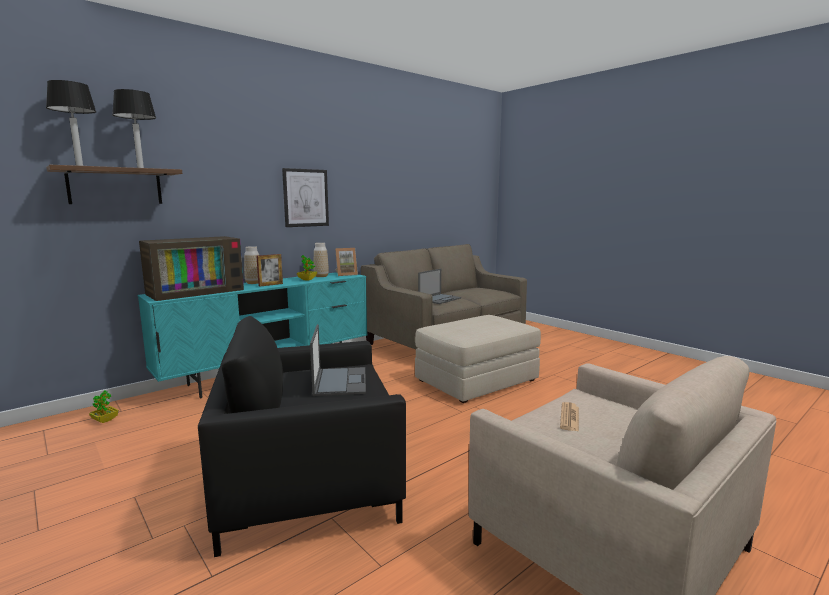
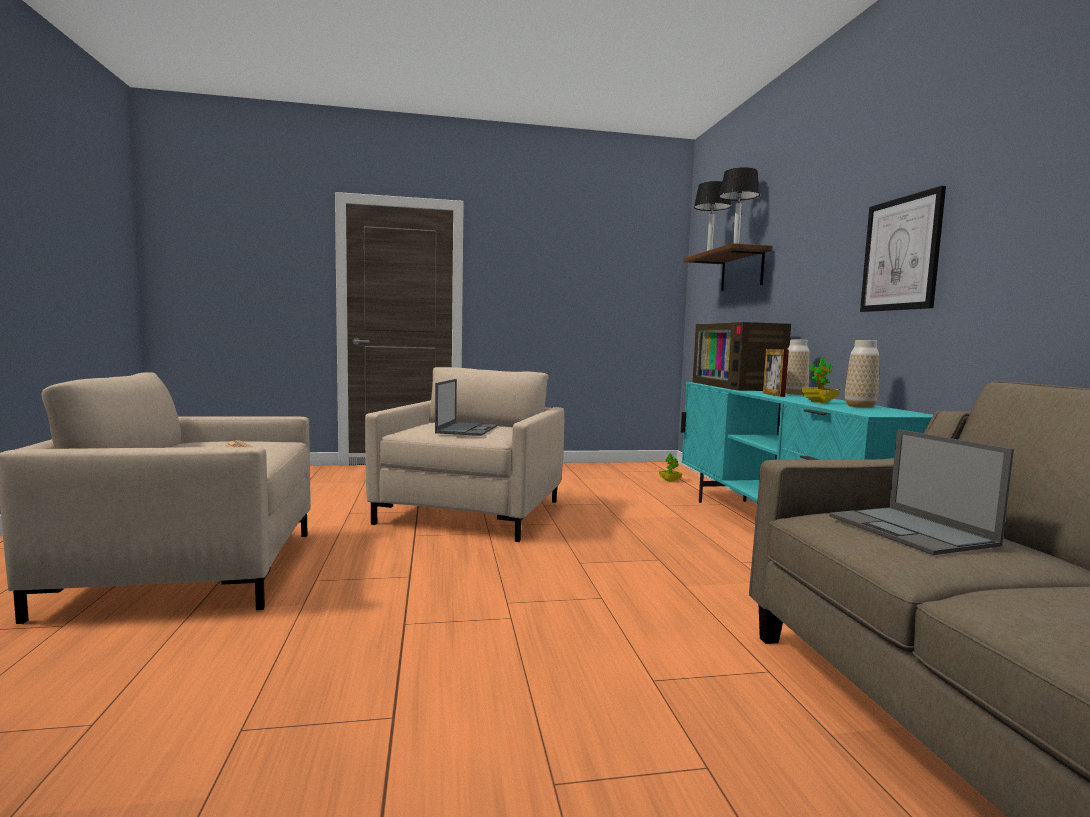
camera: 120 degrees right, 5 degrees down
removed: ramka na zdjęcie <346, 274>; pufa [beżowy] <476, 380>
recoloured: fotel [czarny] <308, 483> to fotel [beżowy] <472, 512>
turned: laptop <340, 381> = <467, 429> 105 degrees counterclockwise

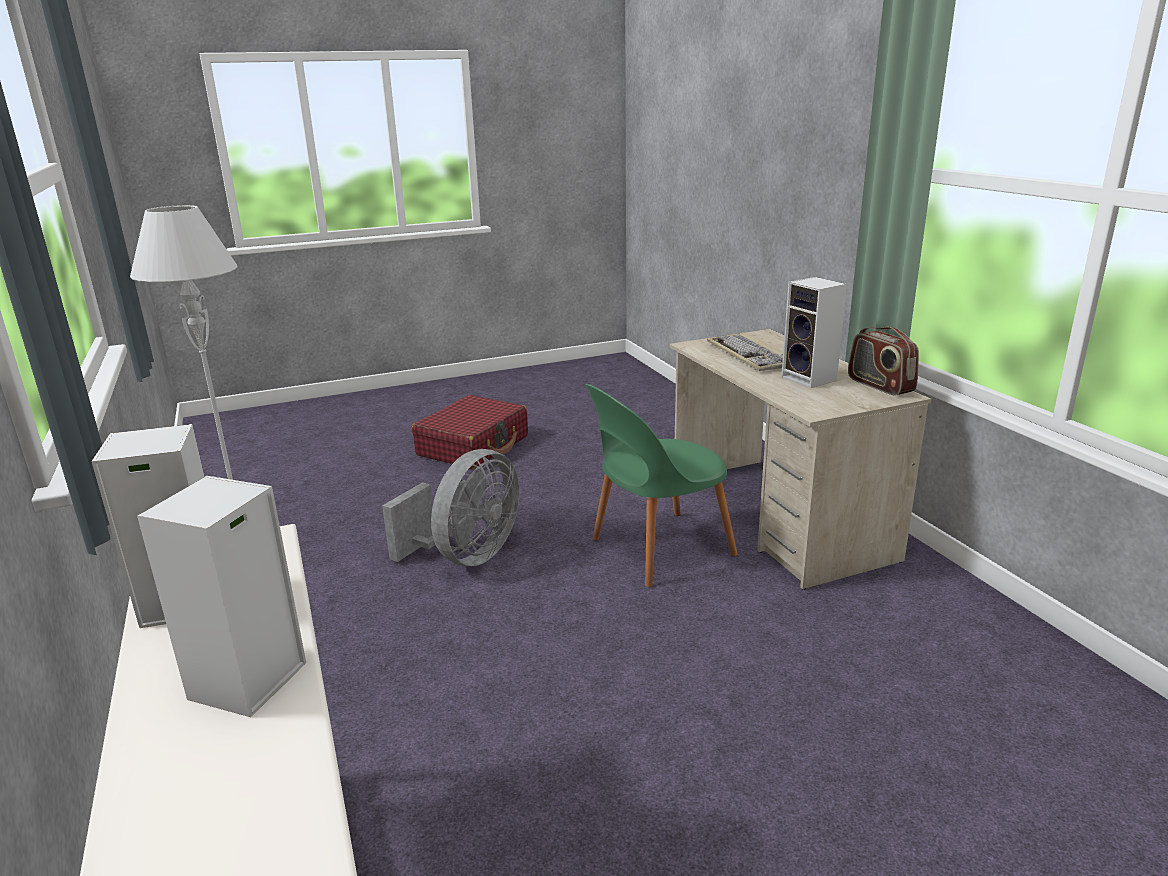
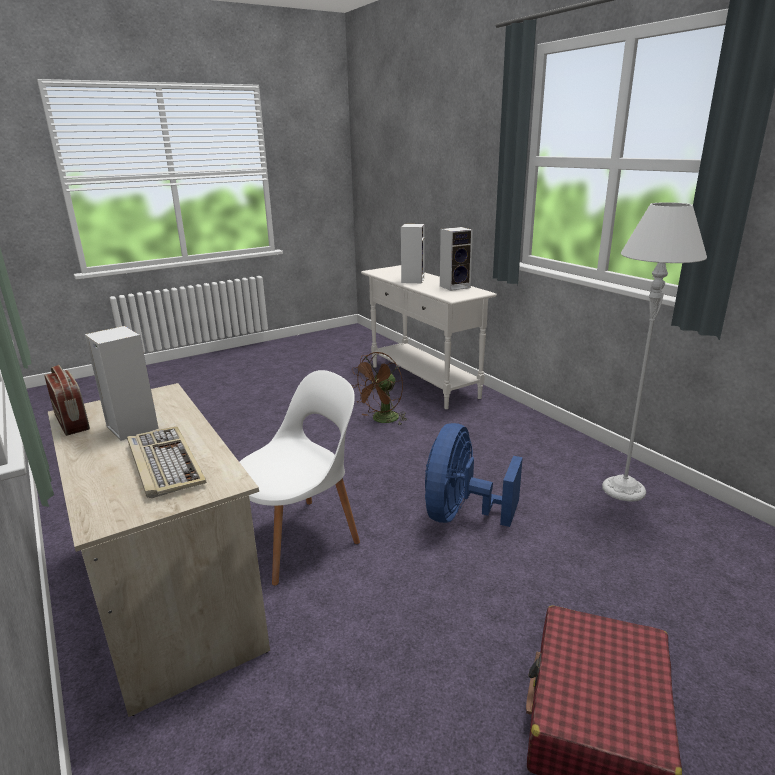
camera: 170 degrees right, 0 degrees up
added: wentylator [brązowy] <382, 420>
recoloured: krzesło [zielony] <657, 549> to krzesło [biały] <300, 537>; wentylator [szary] <467, 556> to wentylator [niebieski] <461, 514>

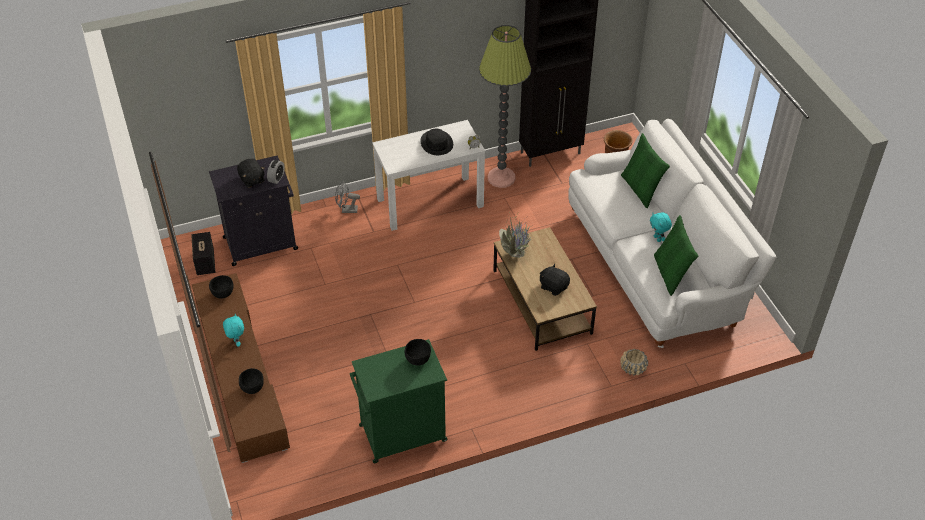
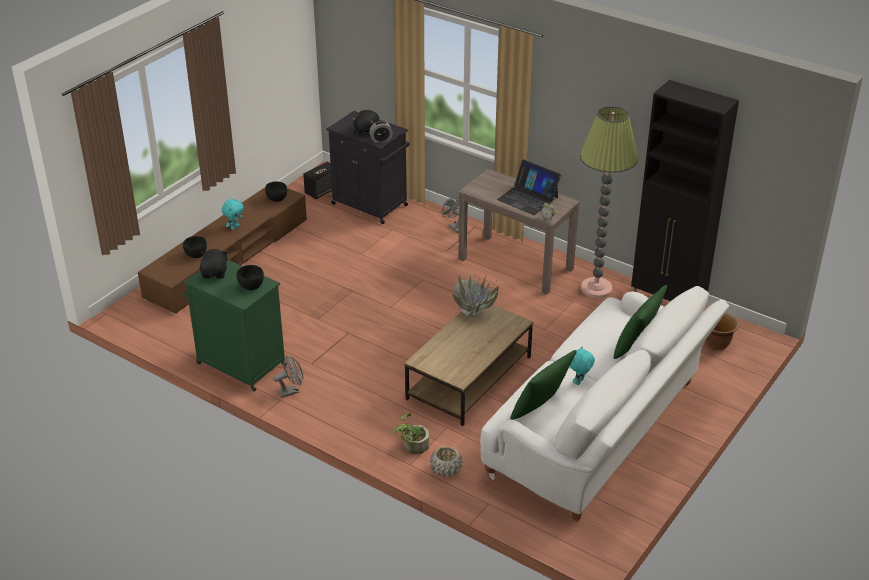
camera: 55 degrees right, 10 degrees down
added: wentylator [szary] <291, 391>; roślina doniczkowa <412, 445>
moved: pluszak [czarny] <553, 286> to <215, 273>
replaced: kapelusz [czarny] <437, 143> to laptop <528, 198>
recoloured: stolik konsolowy [biały] <430, 202> to stolik konsolowy [brązowy] <516, 264>

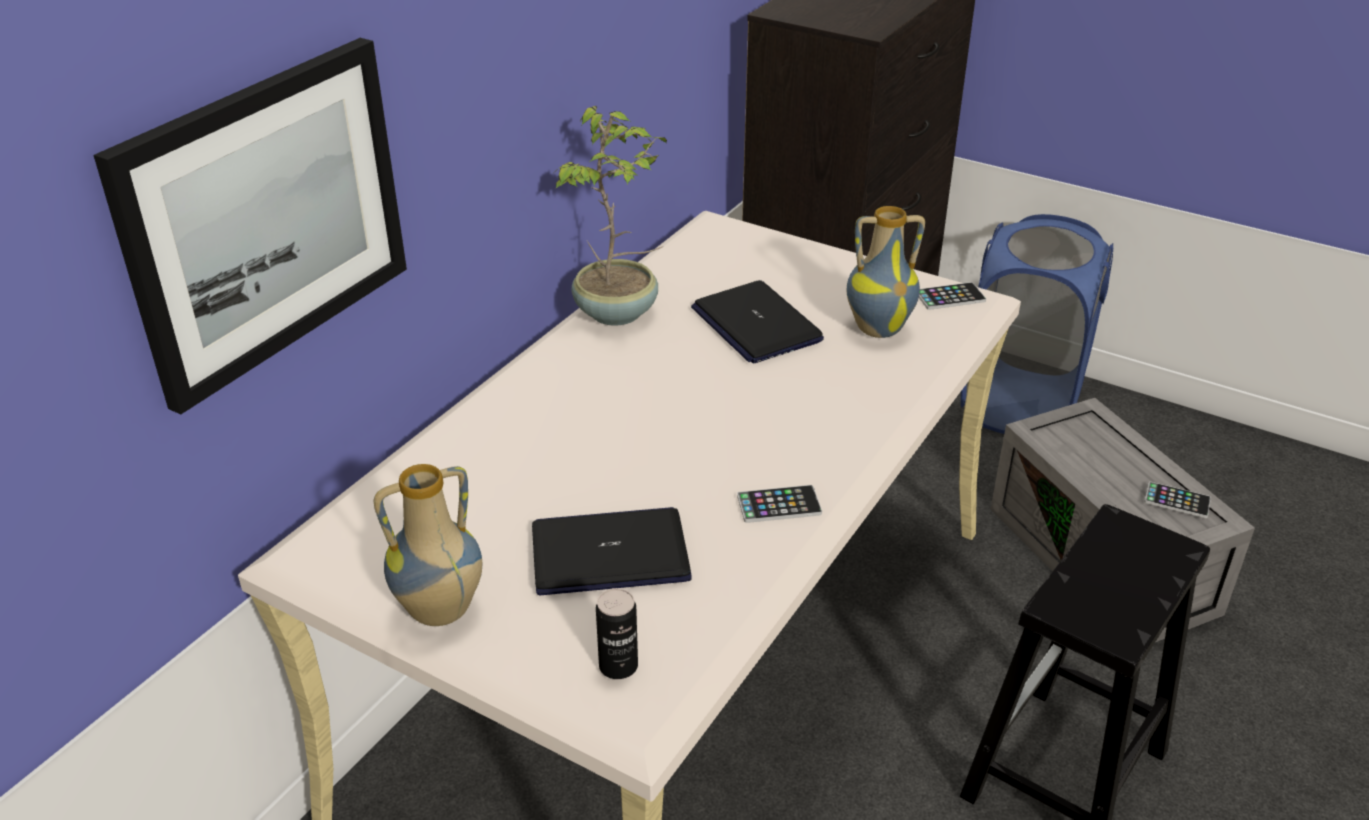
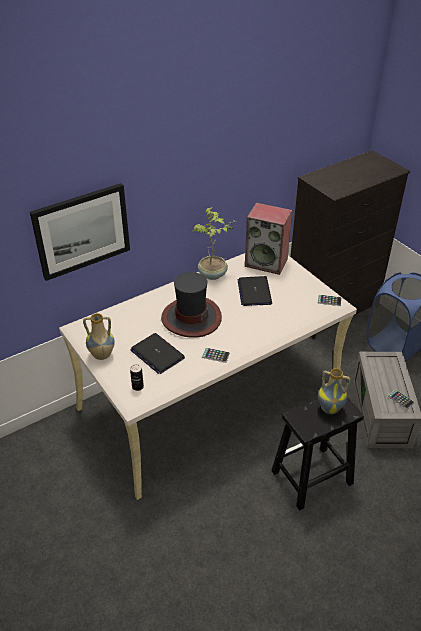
camera: 25 degrees right, 5 degrees up
added: głośnik <267, 262>; kapelusz <191, 318>
moved: wazon <878, 328> to <330, 408>
turned: laptop <610, 553> = <157, 354> 150 degrees counterclockwise

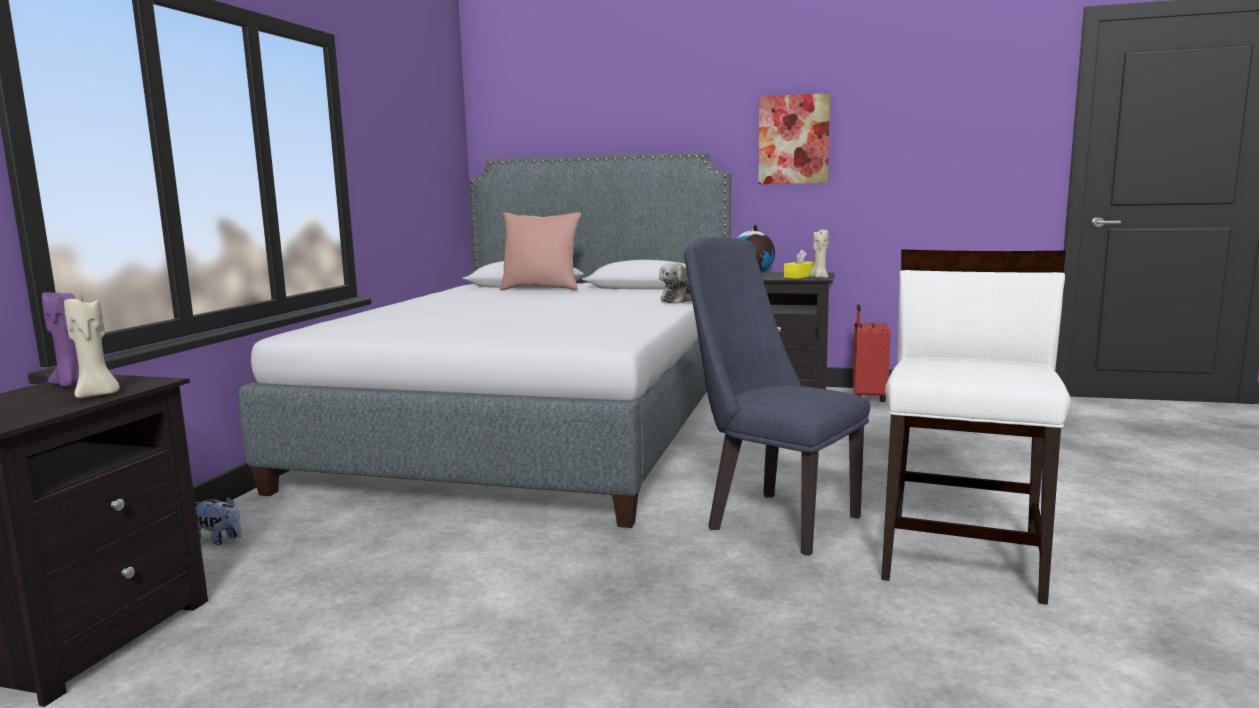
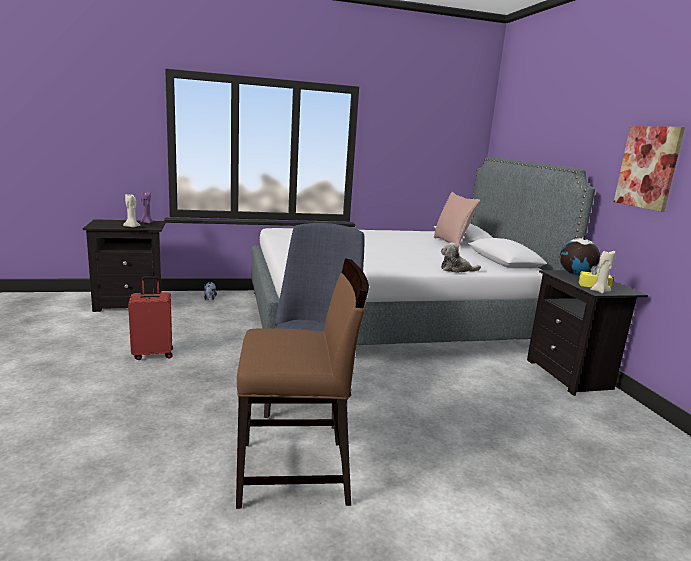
camera: 60 degrees right, 5 degrees up
moved: walizka [czerwony] <867, 397> to <153, 354>
recoloured: krzesło [biały] <964, 557> to krzesło [brązowy] <295, 472>

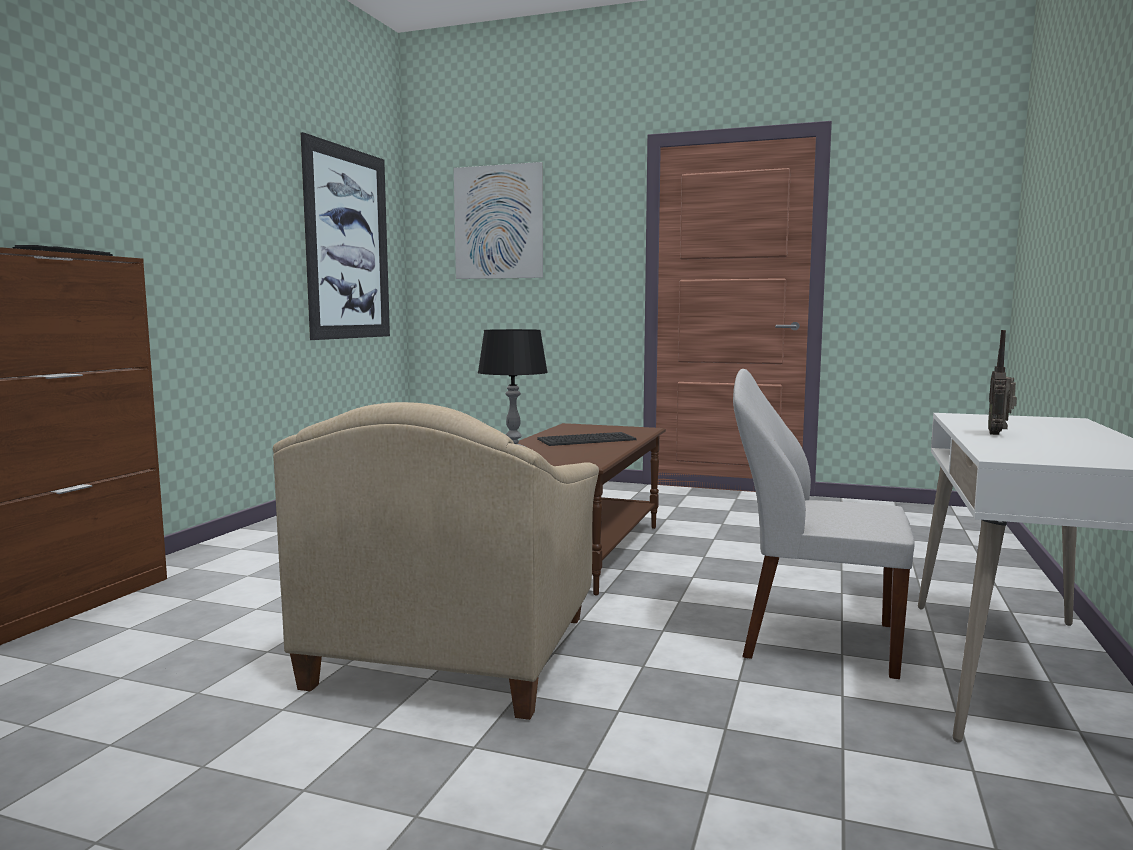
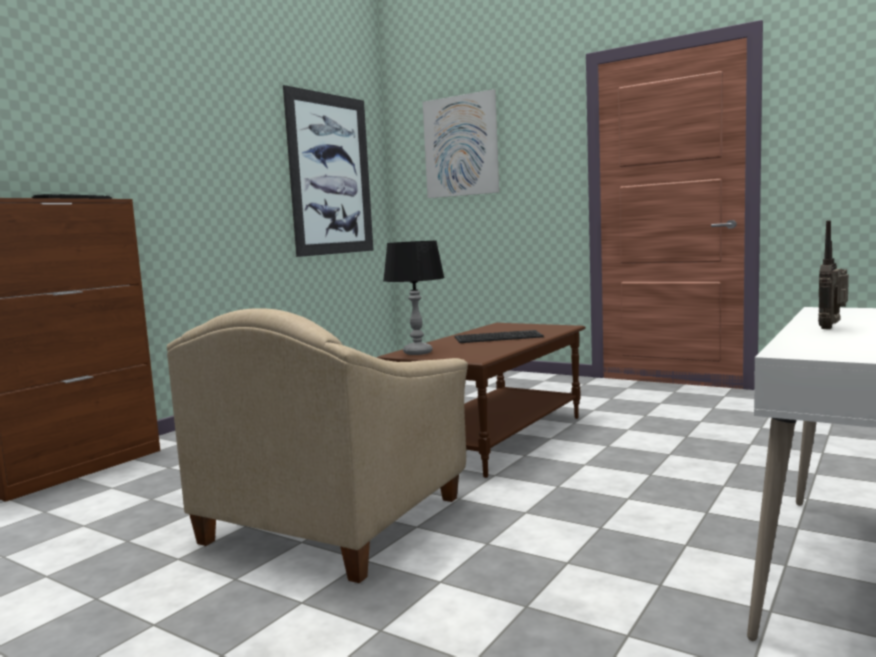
camera: 15 degrees right, 0 degrees up
removed: krzesło [biały] <814, 640>

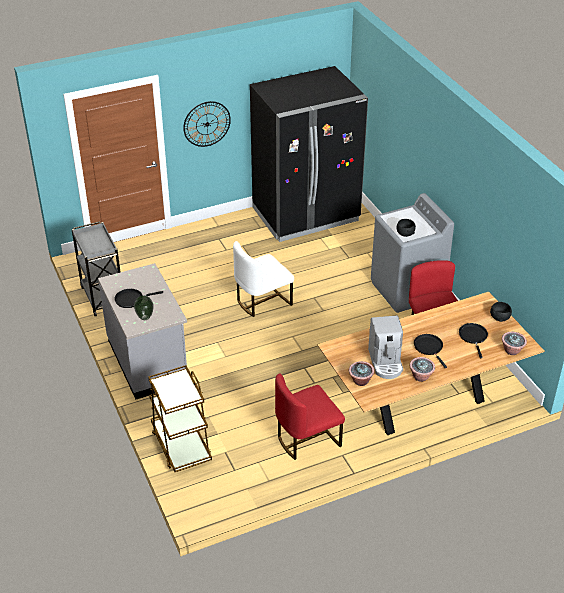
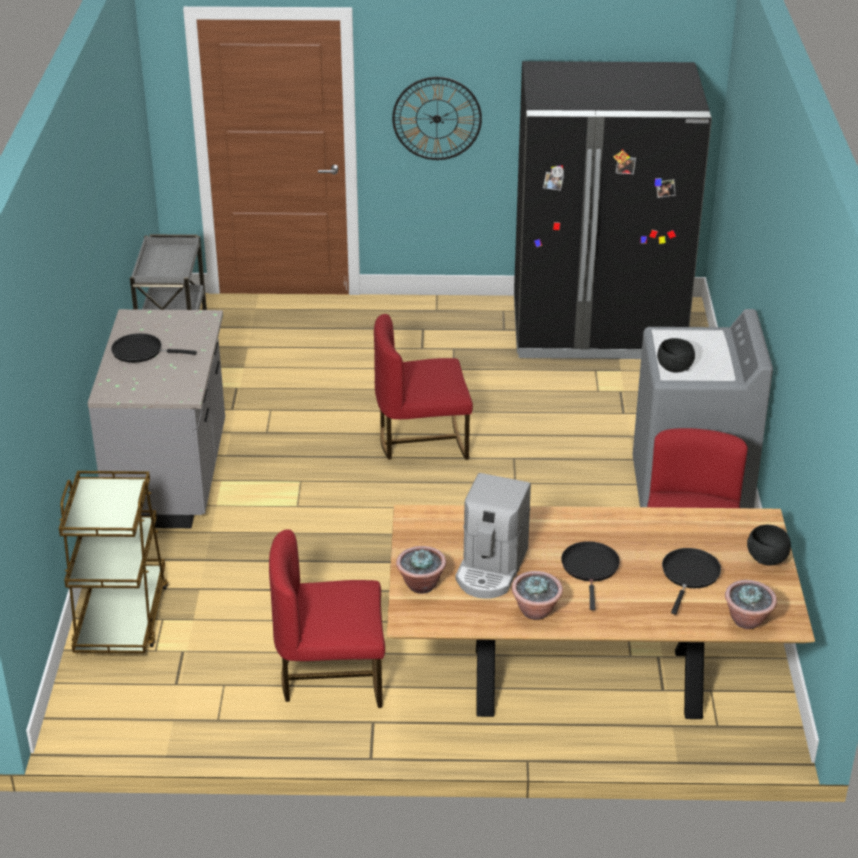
camera: 25 degrees right, 5 degrees down
removed: wazon <145, 317>
recoloured: krzesło [biały] <262, 301> to krzesło [czerwony] <422, 440>

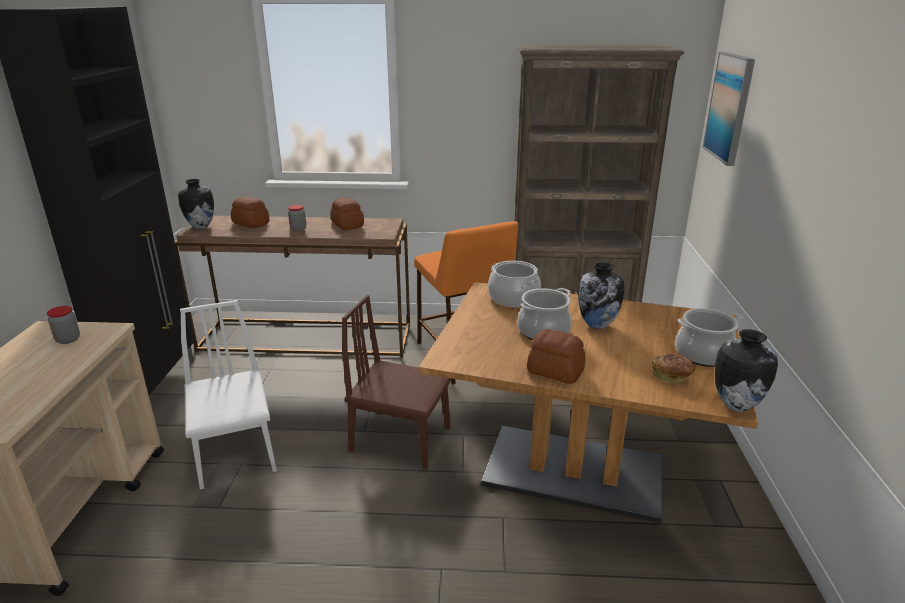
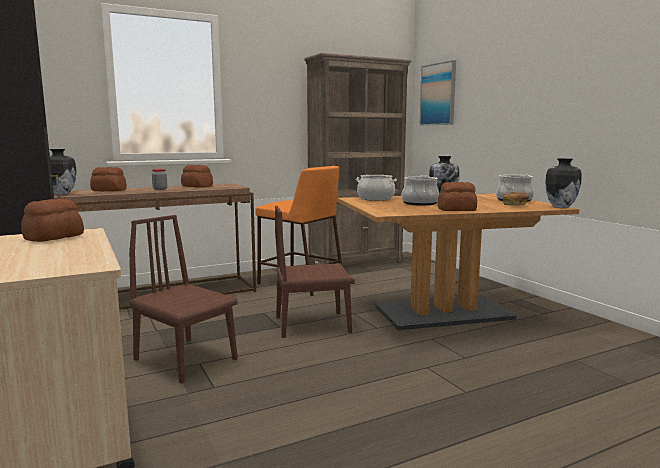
camera: 30 degrees left, 15 degrees down
replaced: słoik <68, 339> to chleb <53, 237>
recoloured: krzesło [biały] <235, 453> to krzesło [brązowy] <185, 359>

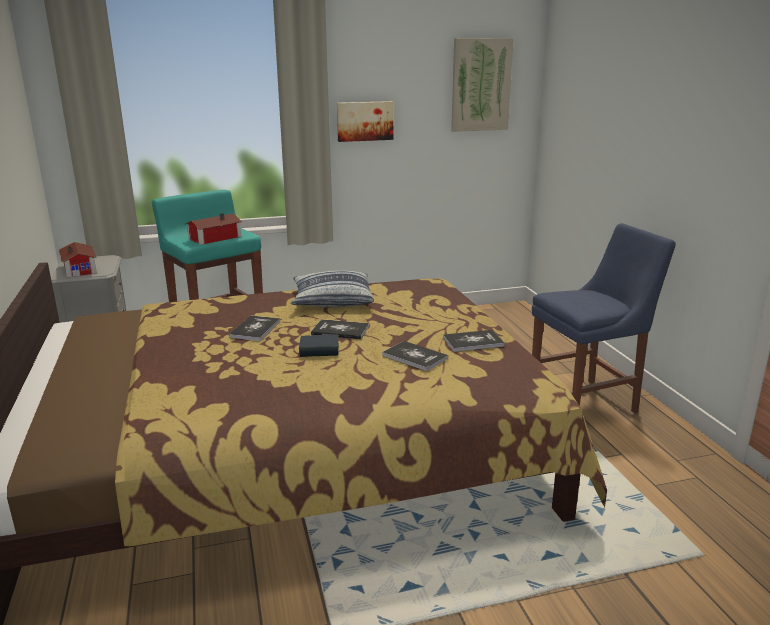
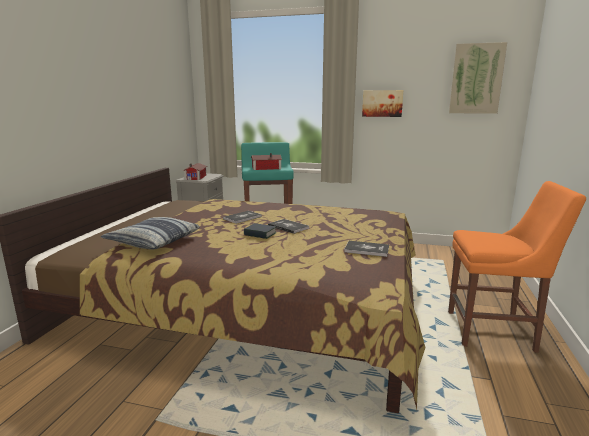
camera: 30 degrees right, 5 degrees down
removed: książka <415, 357>
moved: poduszka <332, 299> to <153, 241>
recoloured: krzesło [niebieski] <587, 402> to krzesło [pomarańczowy] <494, 331>

